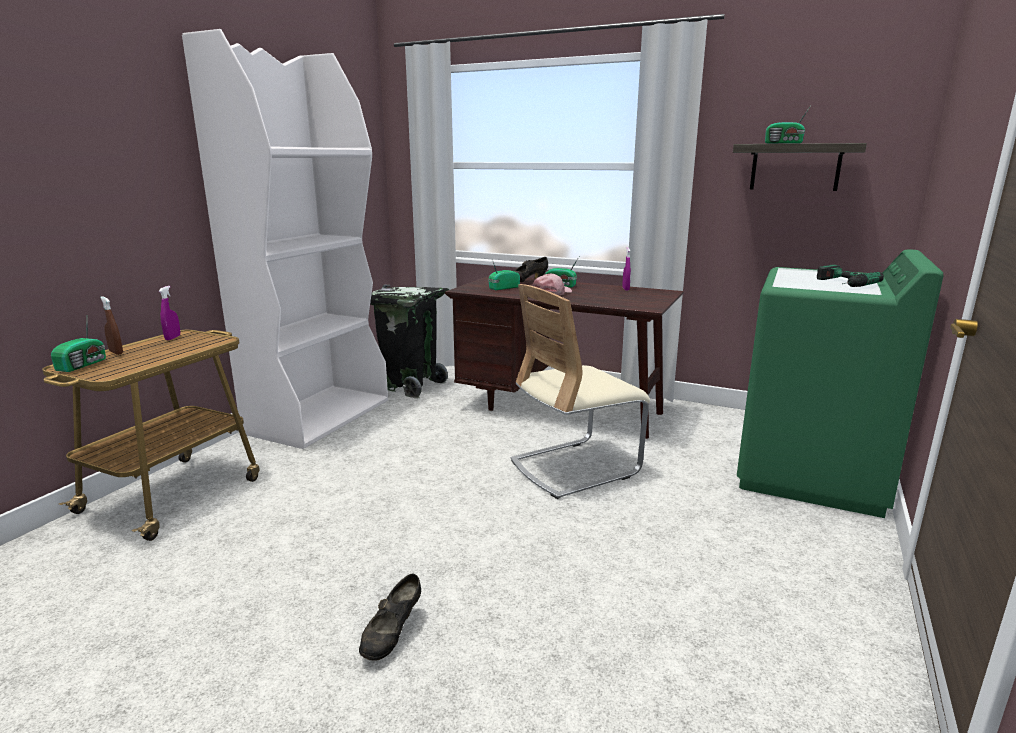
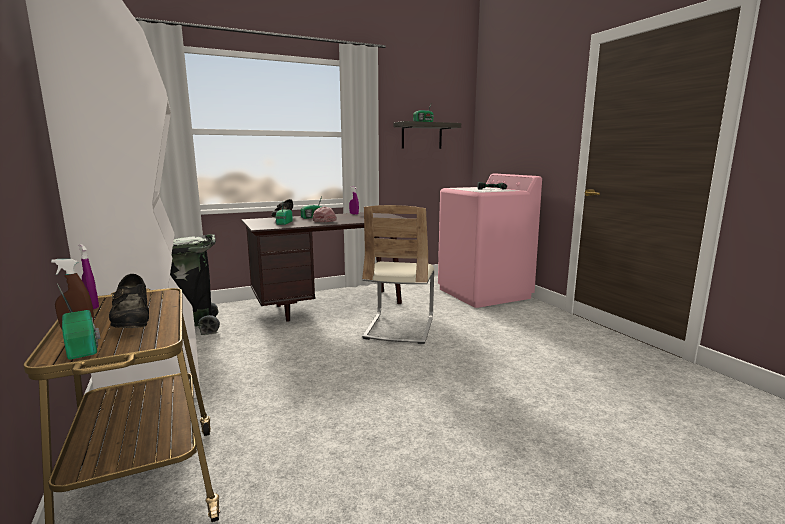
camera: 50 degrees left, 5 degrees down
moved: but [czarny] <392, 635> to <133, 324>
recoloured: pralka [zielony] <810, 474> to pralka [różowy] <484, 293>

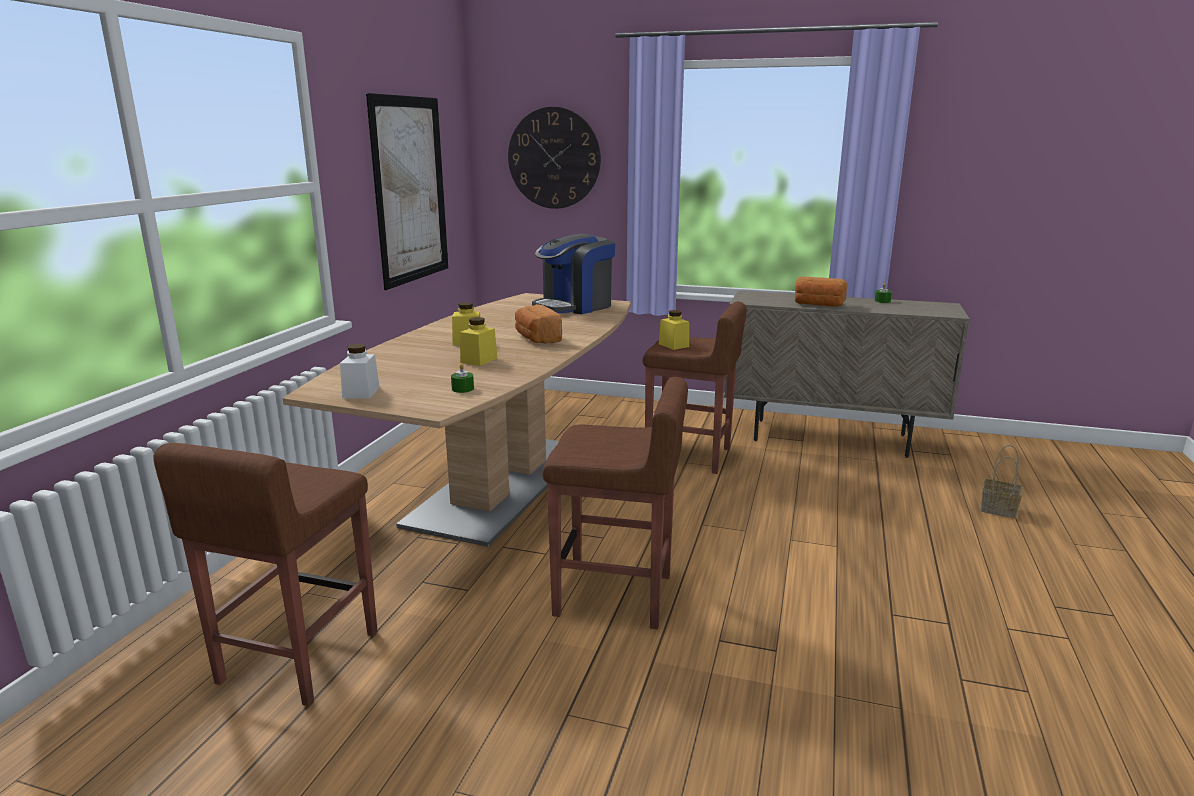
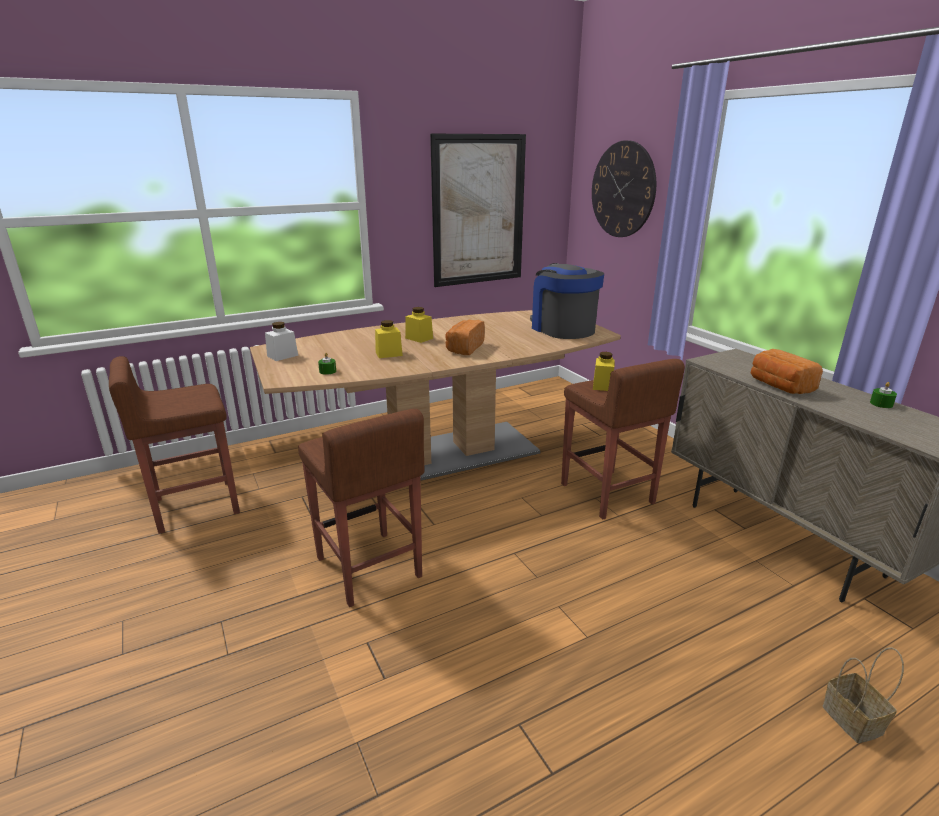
camera: 45 degrees right, 5 degrees up
turned: ekspres do kawy <575, 306> = <562, 329> 60 degrees clockwise

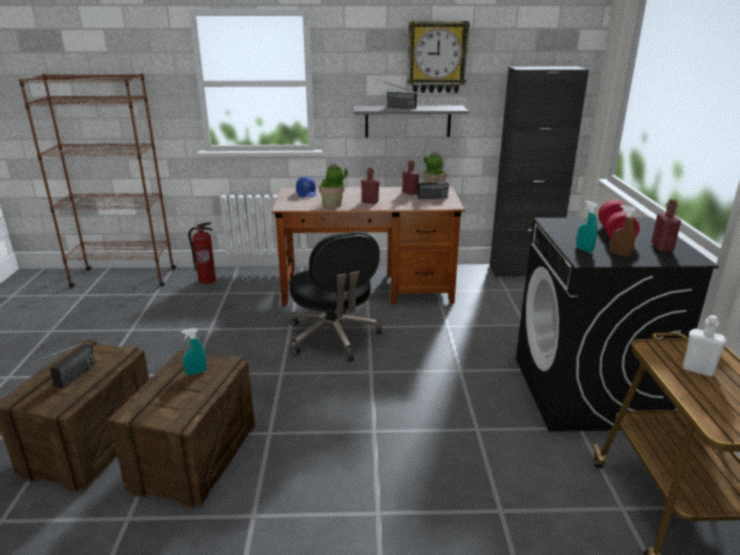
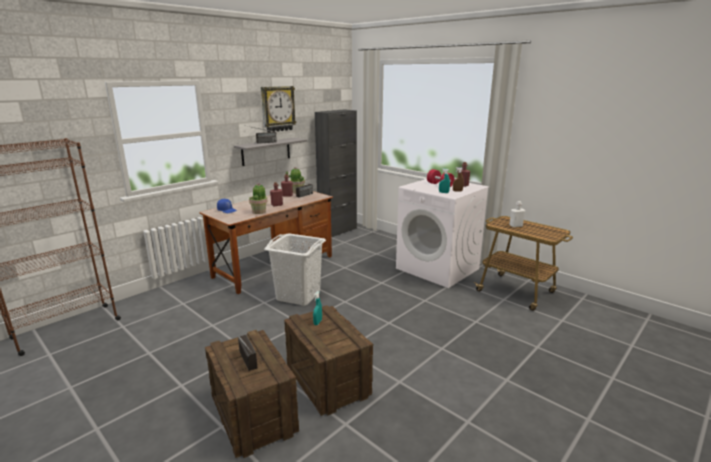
camera: 45 degrees left, 5 degrees down
removed: gaśnica <207, 280>
replaced: krzesło biurowe [czarny] <333, 337> to kosz na pranie [biały] <298, 296>
recoloured: pralka [czarny] <586, 392> to pralka [biały] <438, 268>

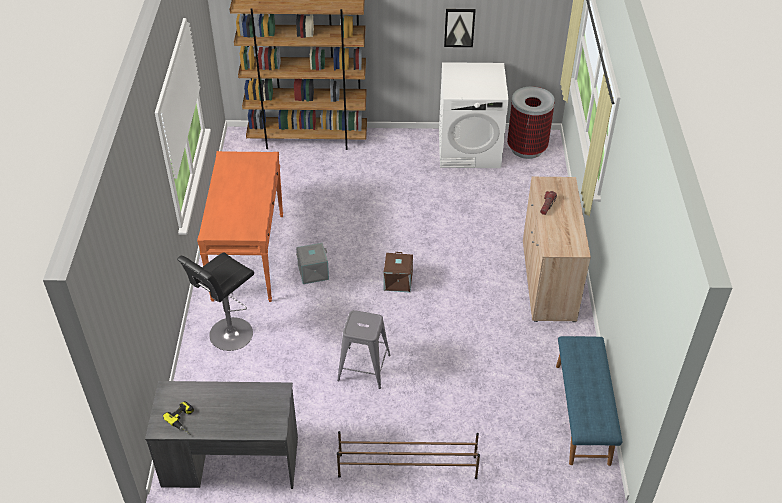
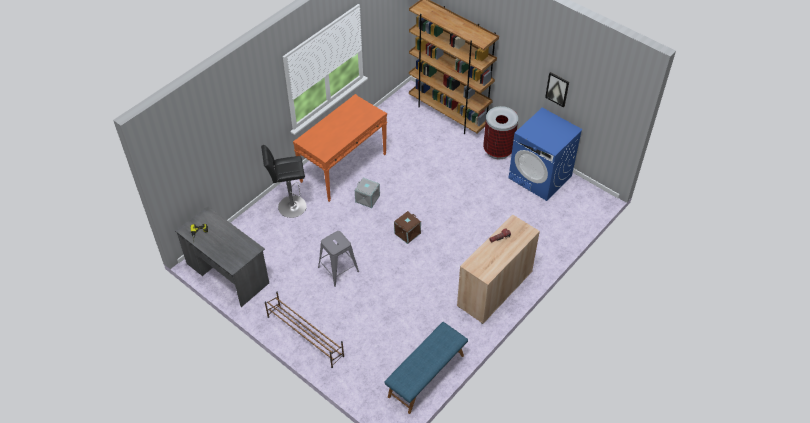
camera: 40 degrees right, 5 degrees up
moved: kosz na śmieci <526, 148> to <498, 150>
recoloured: pralka [biały] <469, 149> to pralka [niebieski] <540, 177>

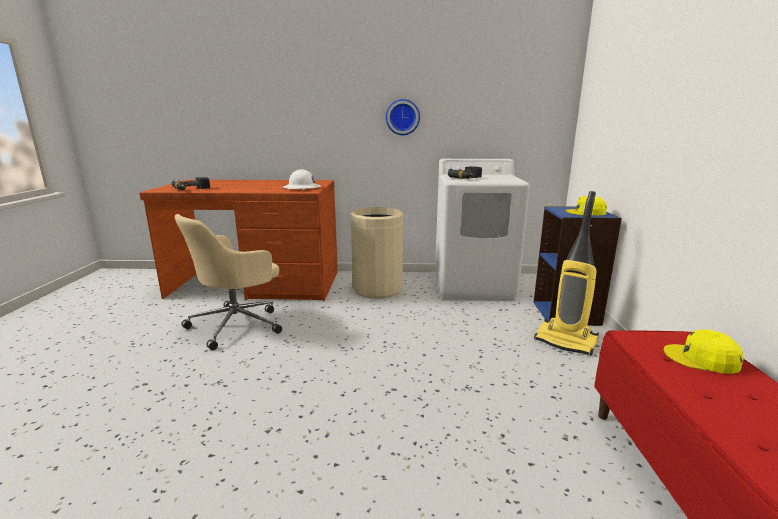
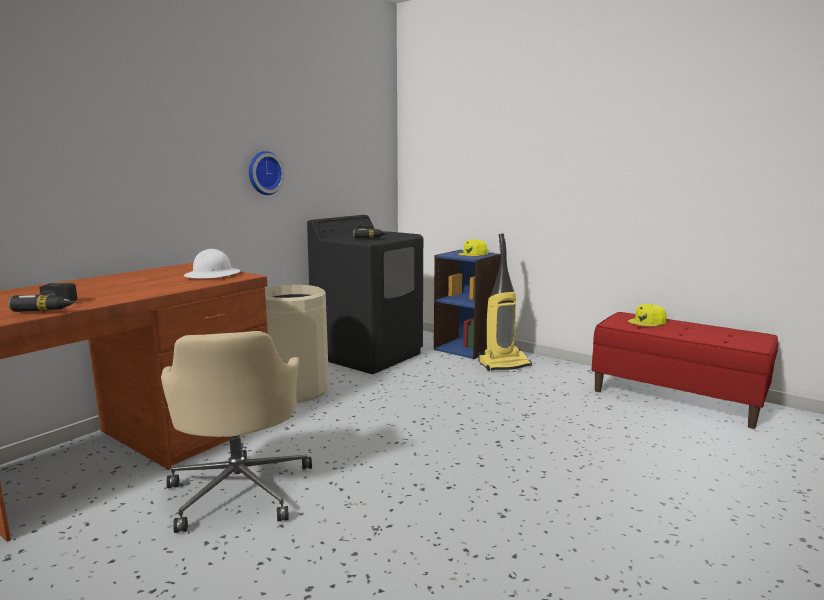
camera: 55 degrees left, 5 degrees down
recoloured: pralka [biały] <474, 286> to pralka [czarny] <368, 355>

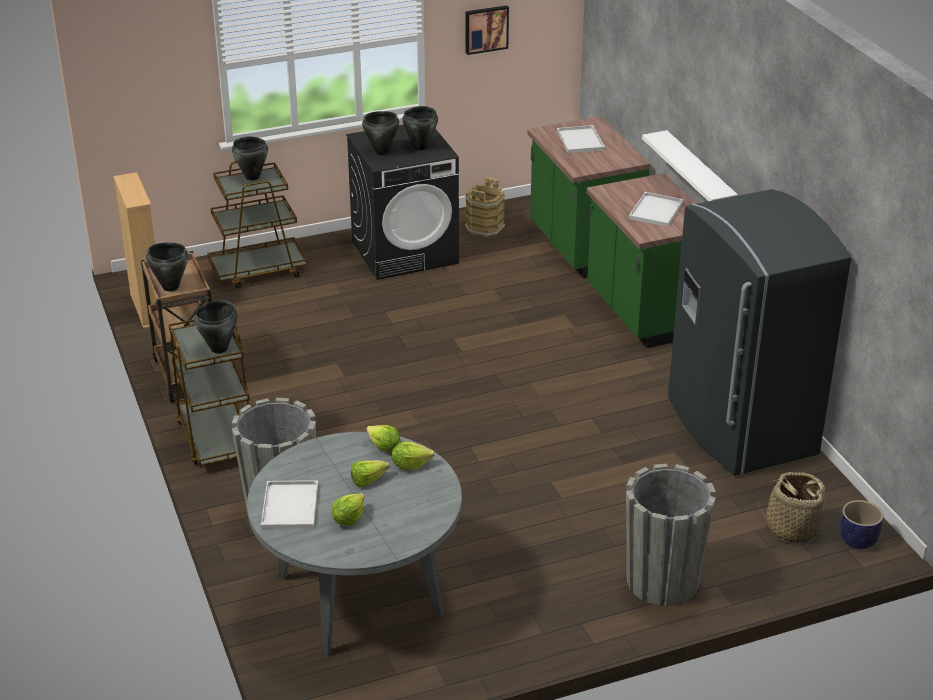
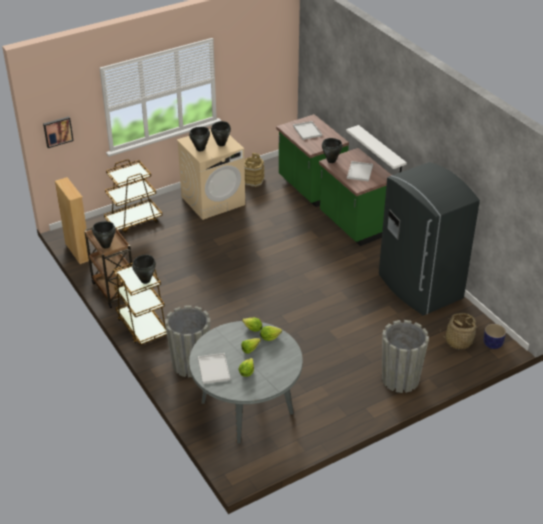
camera: 10 degrees left, 5 degrees up
moved: obraz <486, 29> to <57, 131>; garnek [czarny] <252, 177> to <331, 161>
recoloured: pralka [czarny] <405, 252> to pralka [beżowy] <213, 200>

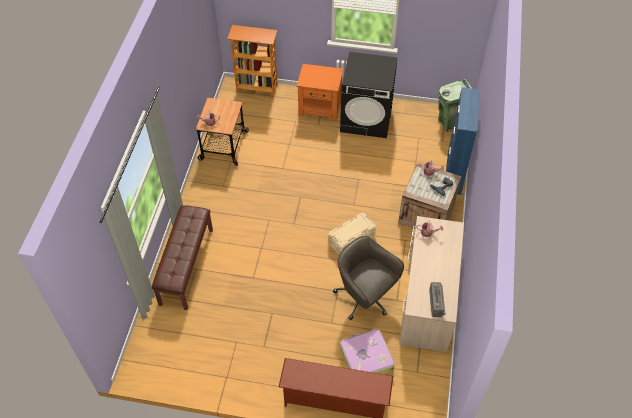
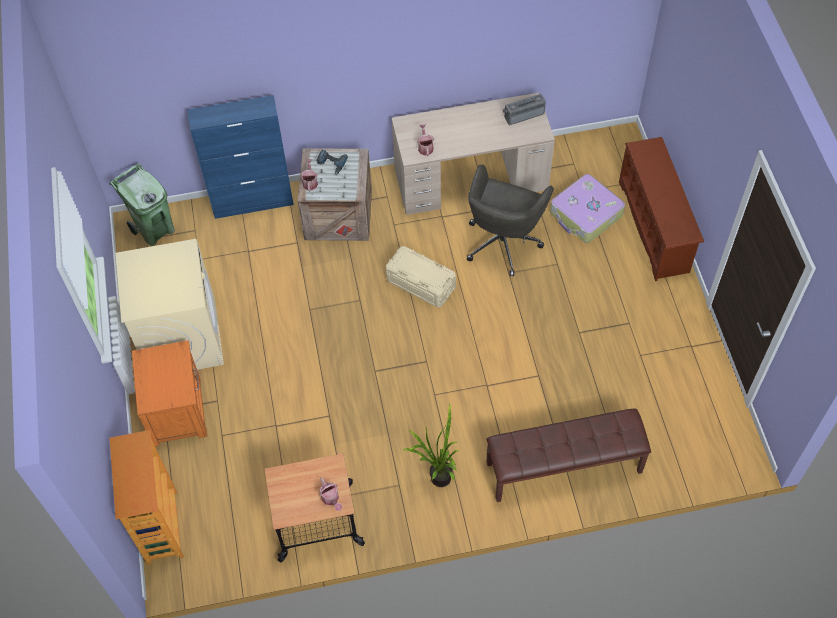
camera: 110 degrees left, 5 degrees up
added: roślina doniczkowa <436, 479>
recoloured: pralka [czarny] <366, 119> to pralka [beżowy] <182, 337>

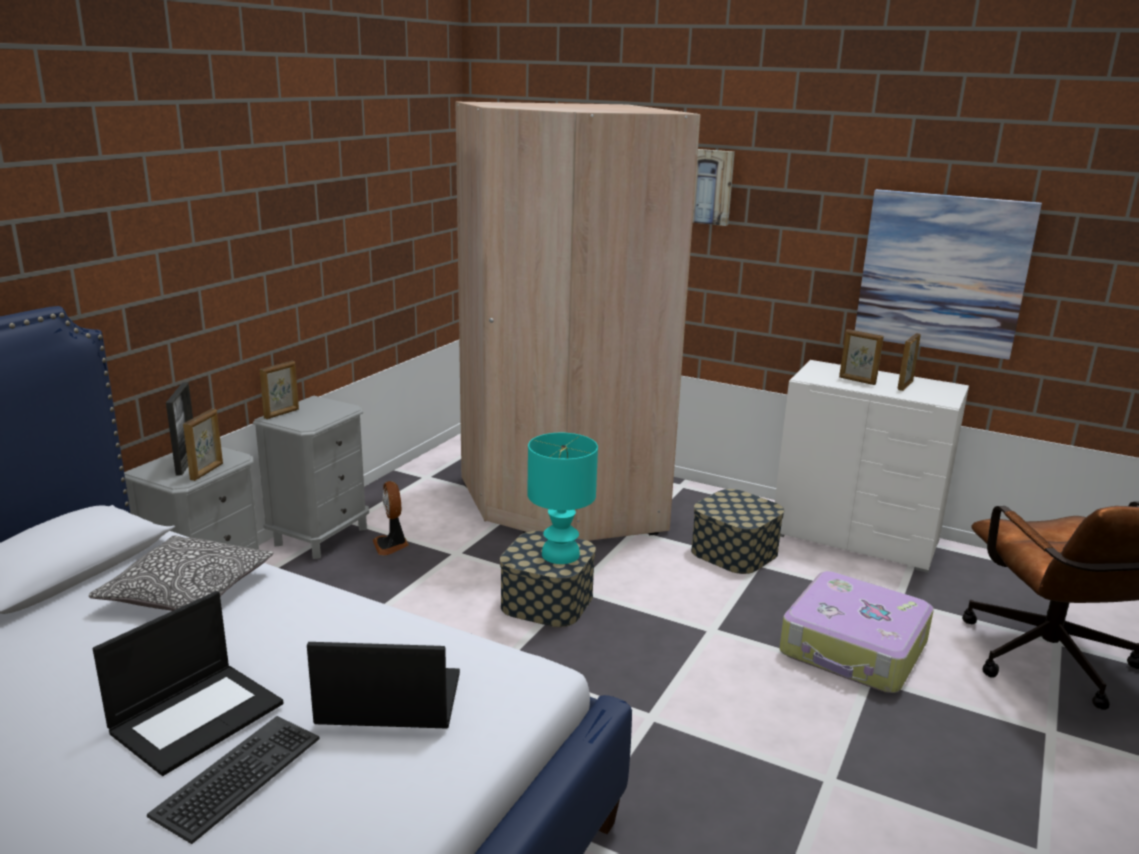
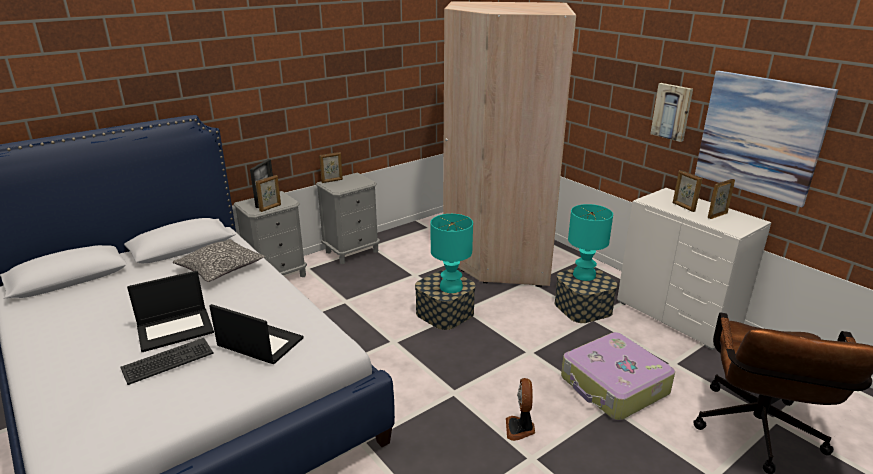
camera: 25 degrees right, 5 degrees up
added: lampa stołowa [turkusowy] <584, 275>
moved: obraz <708, 186> to <672, 111>; wentylator <391, 545> to <520, 428>

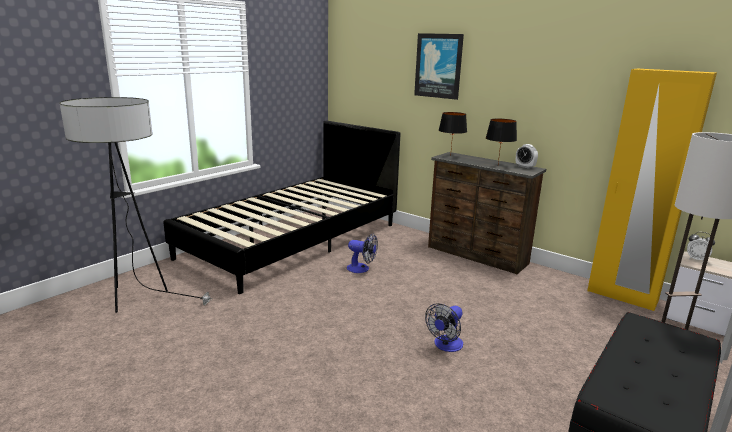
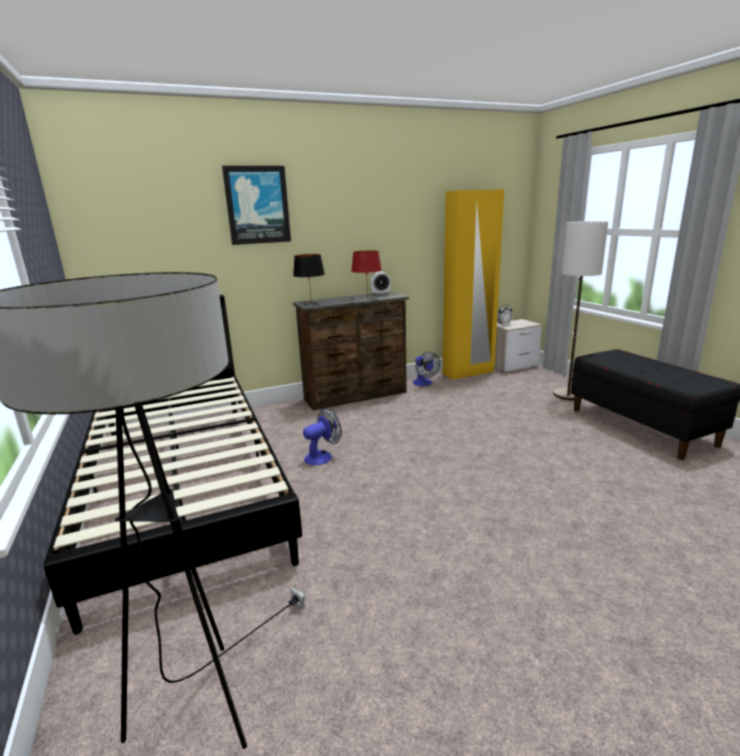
camera: 60 degrees left, 0 degrees up
moved: wentylator <446, 346> to <424, 383>
recoloured: lampa stołowa [czarny] <498, 166> to lampa stołowa [czerwony] <367, 298>

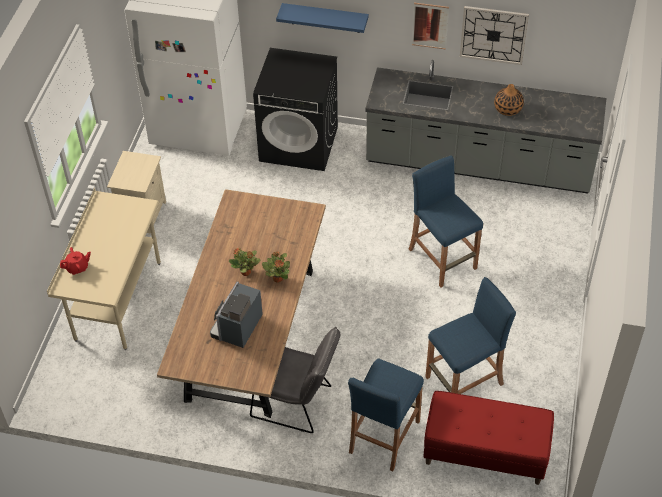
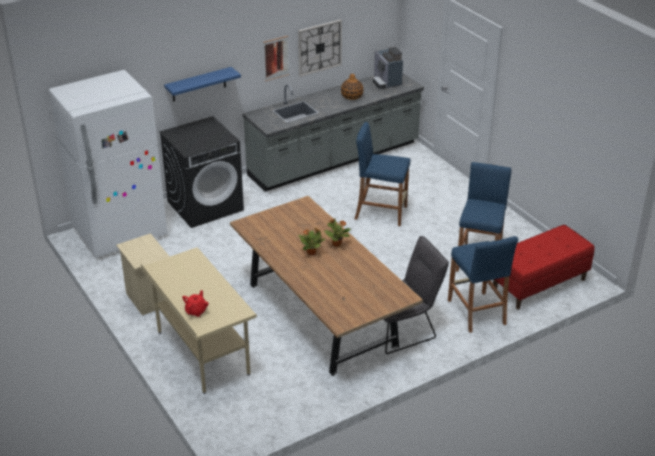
camera: 45 degrees left, 15 degrees down
moved: ekspres do kawy <237, 328> to <386, 82>

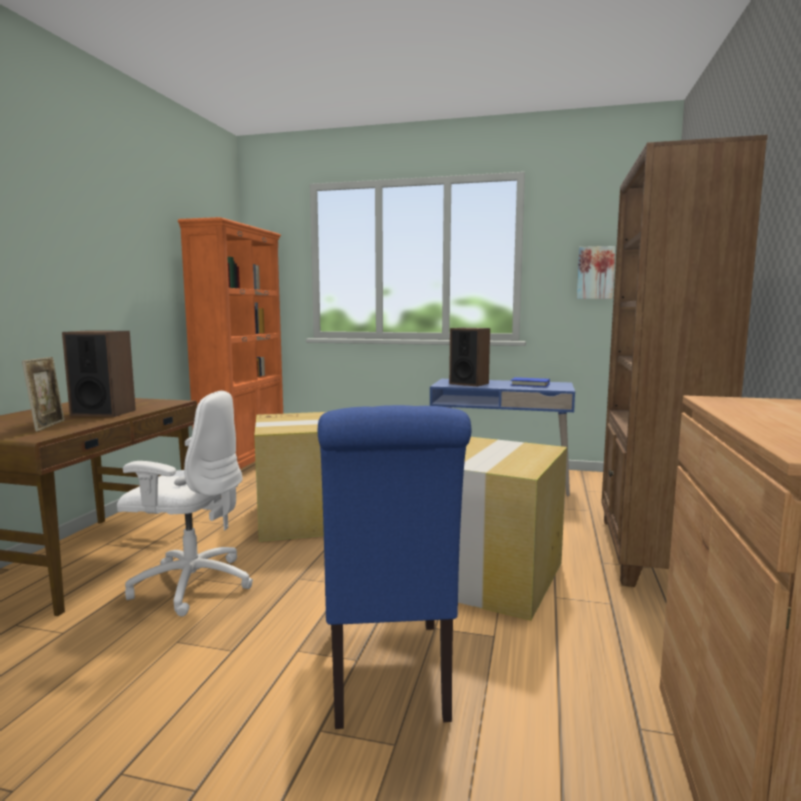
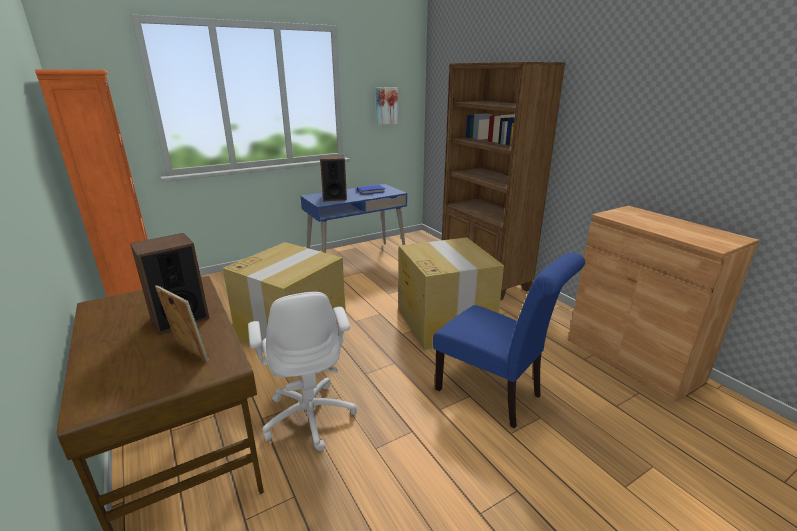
camera: 45 degrees left, 15 degrees up
turned: krzesło biurowe [biały] <191, 584> = <309, 415> 105 degrees clockwise

